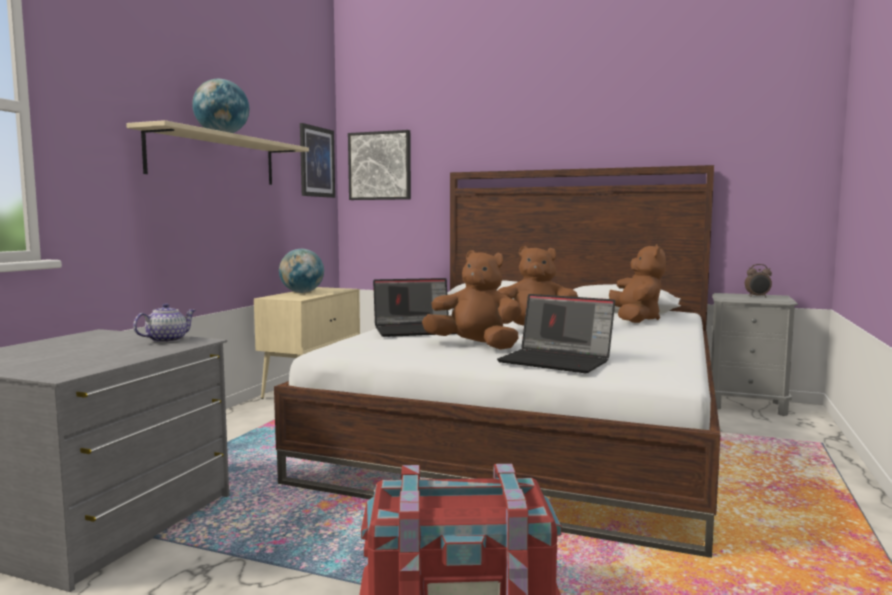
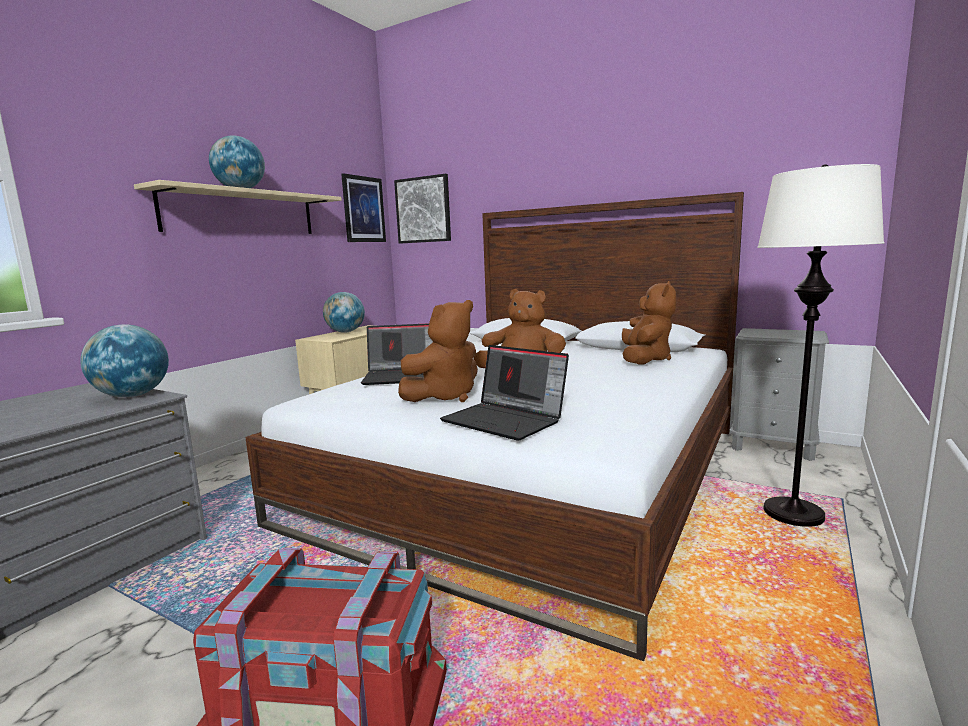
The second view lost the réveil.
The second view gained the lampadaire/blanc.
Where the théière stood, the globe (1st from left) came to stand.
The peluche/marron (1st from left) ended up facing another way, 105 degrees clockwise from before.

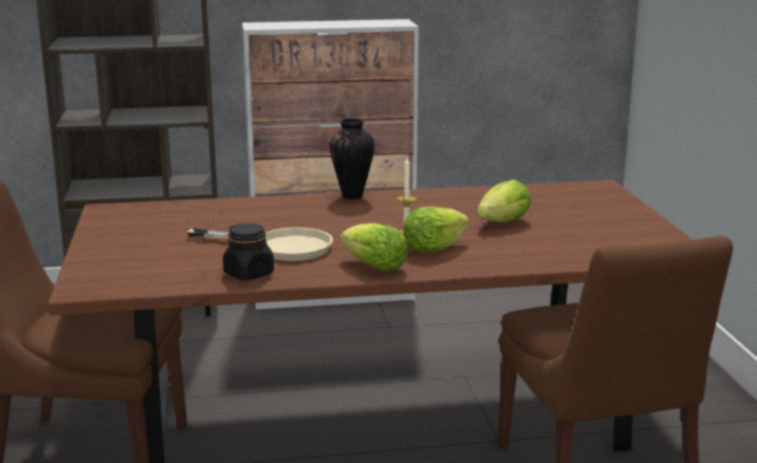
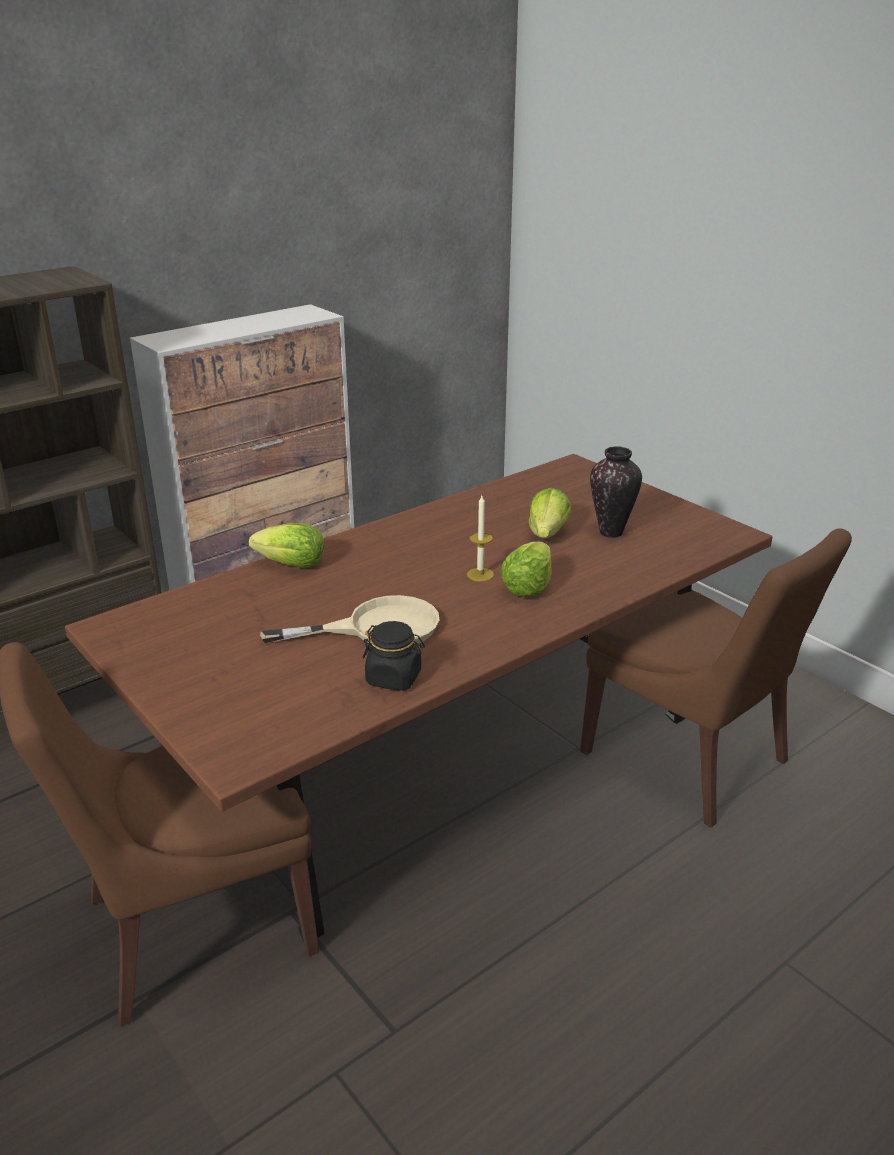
The vase ended up elsewhere.
The laitue (1st from left) ended up elsewhere.

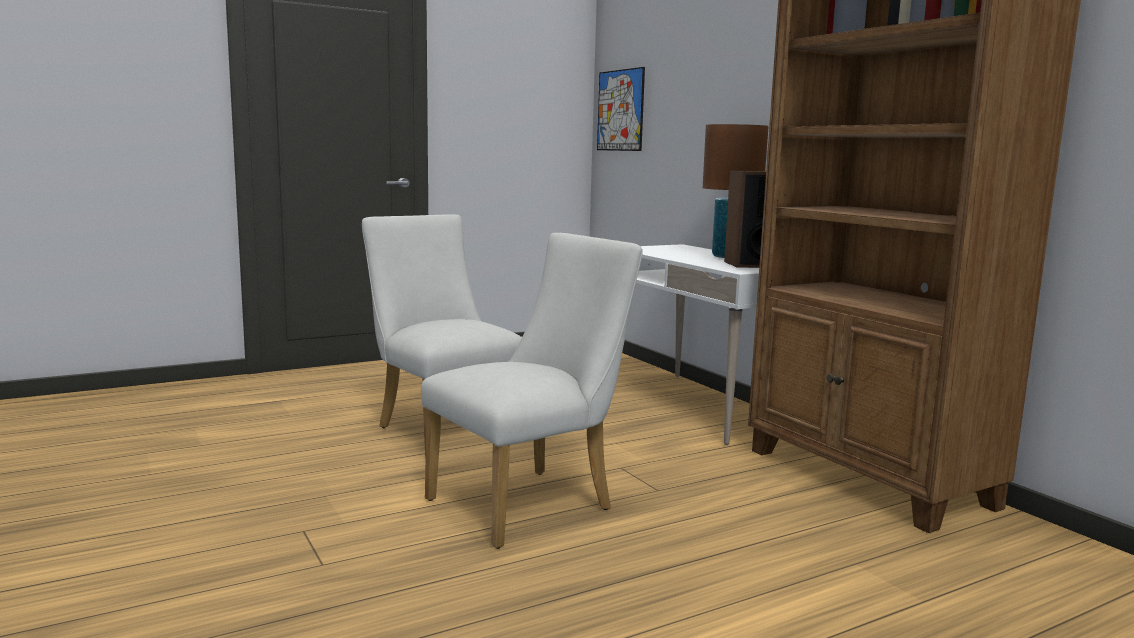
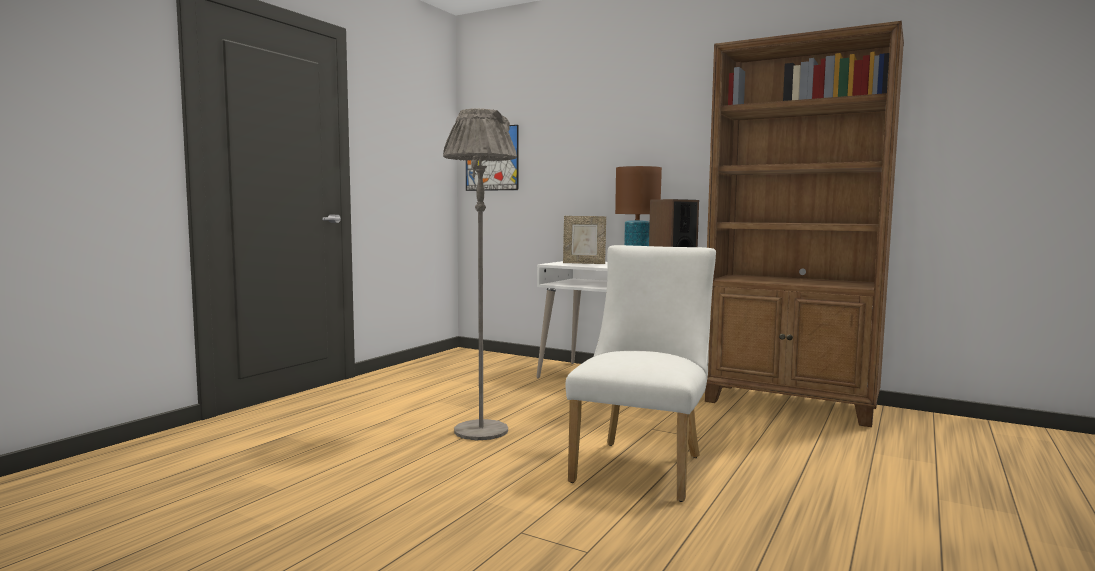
The second view gained the cadre photo.
Where the chaise/blanc (1st from left) stood, the lampadaire/gris came to stand.

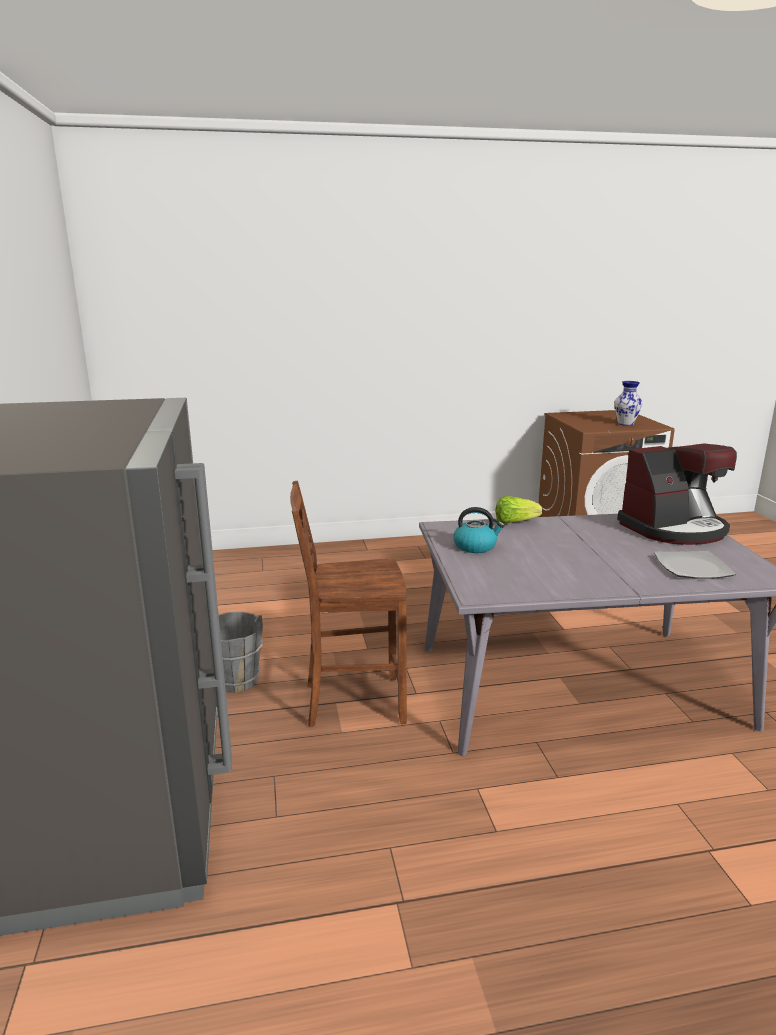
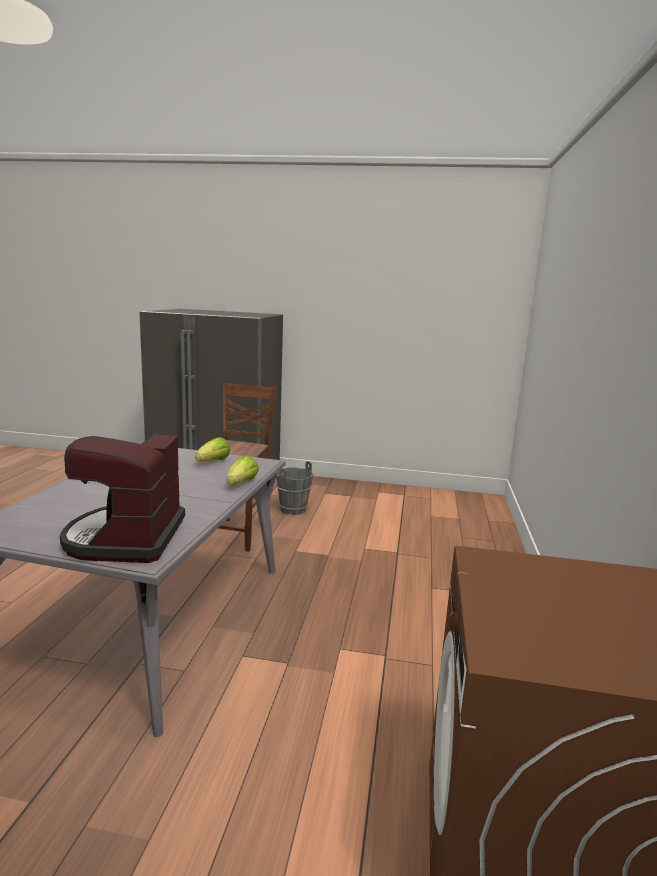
The second view lost the vase.
The second view lost the assiette.
Where the bouilloire stood, the laitue (1st from left) came to stand.

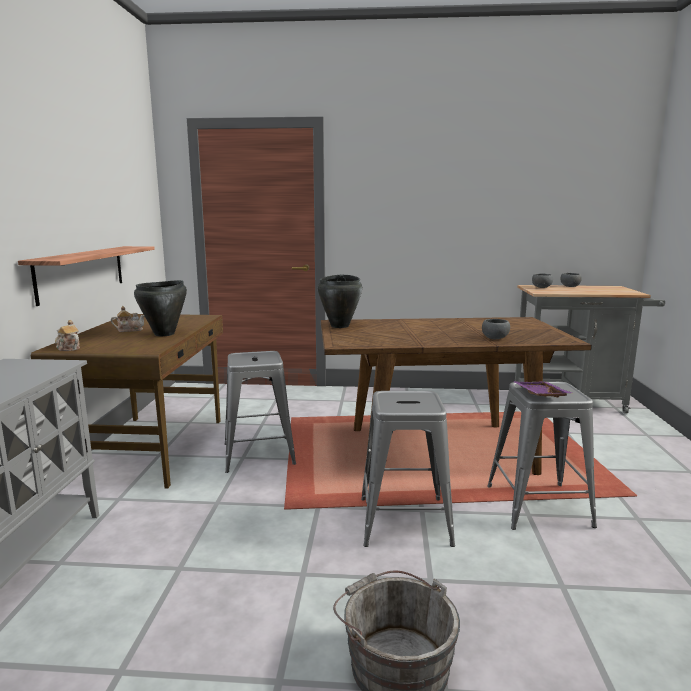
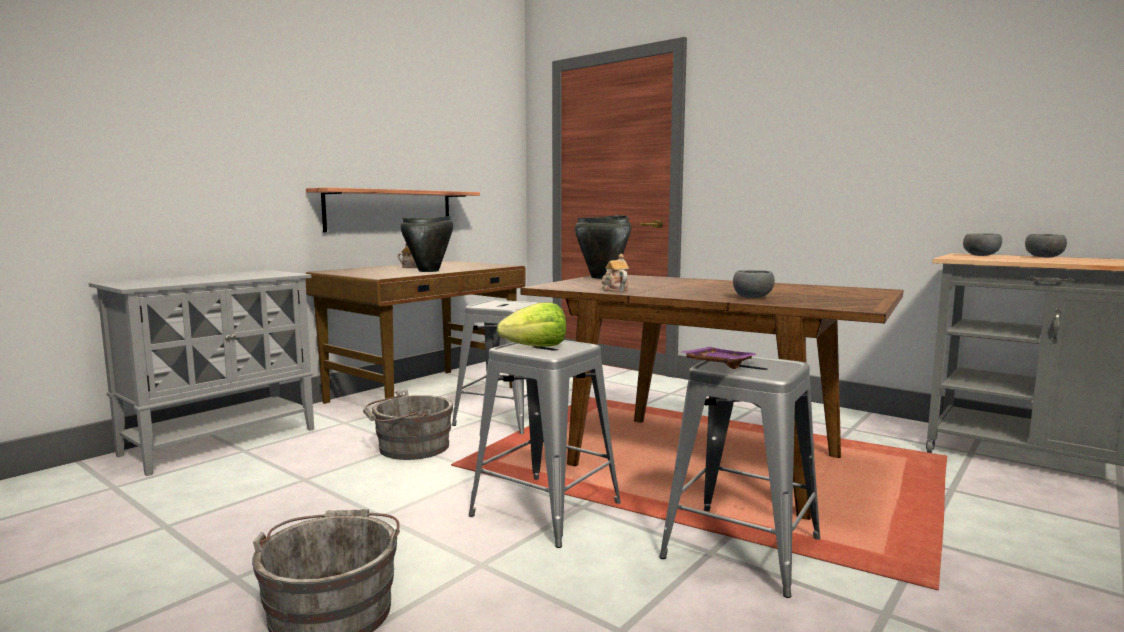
The second view gained the seau/gris (2nd from left).
The second view gained the laitue.
The théière (1st from left in the first image) ended up elsewhere.

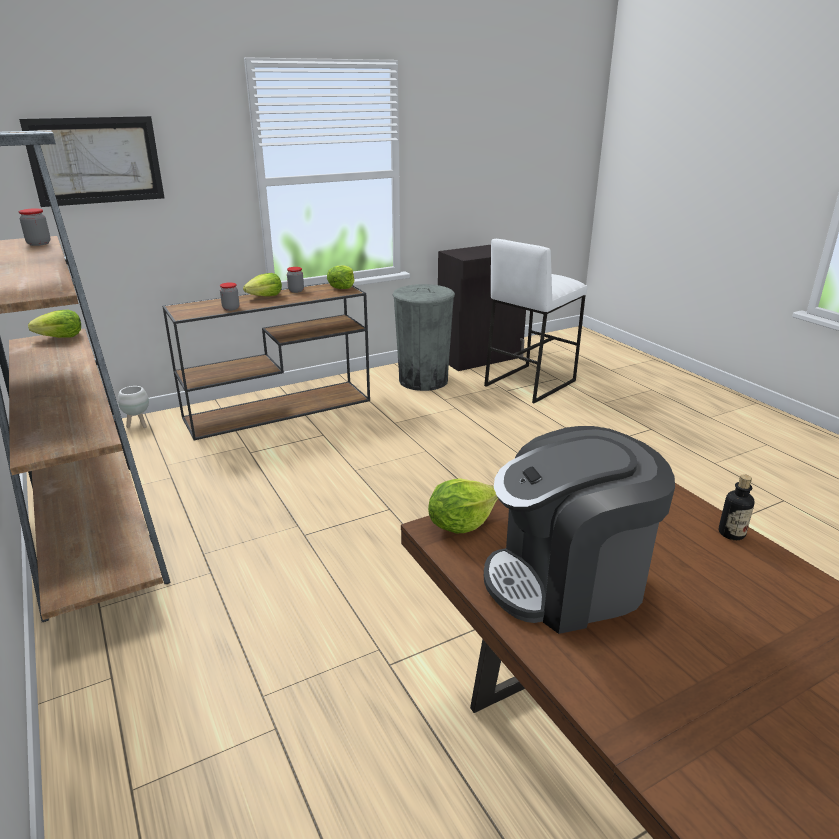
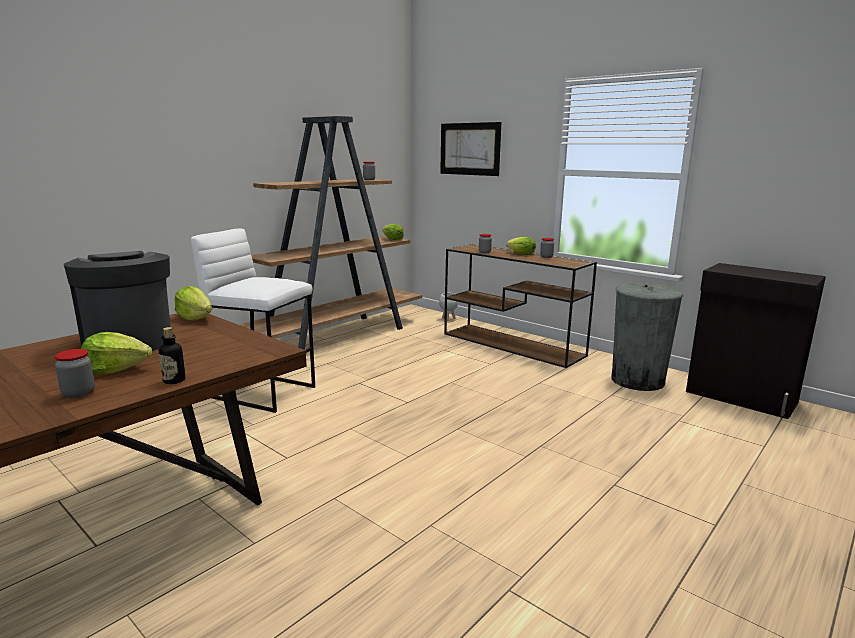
The second view gained the bocal (1st from left).
The laitue (3rd from left in the first image) ended up elsewhere.
The tabouret/blanc ended up elsewhere.

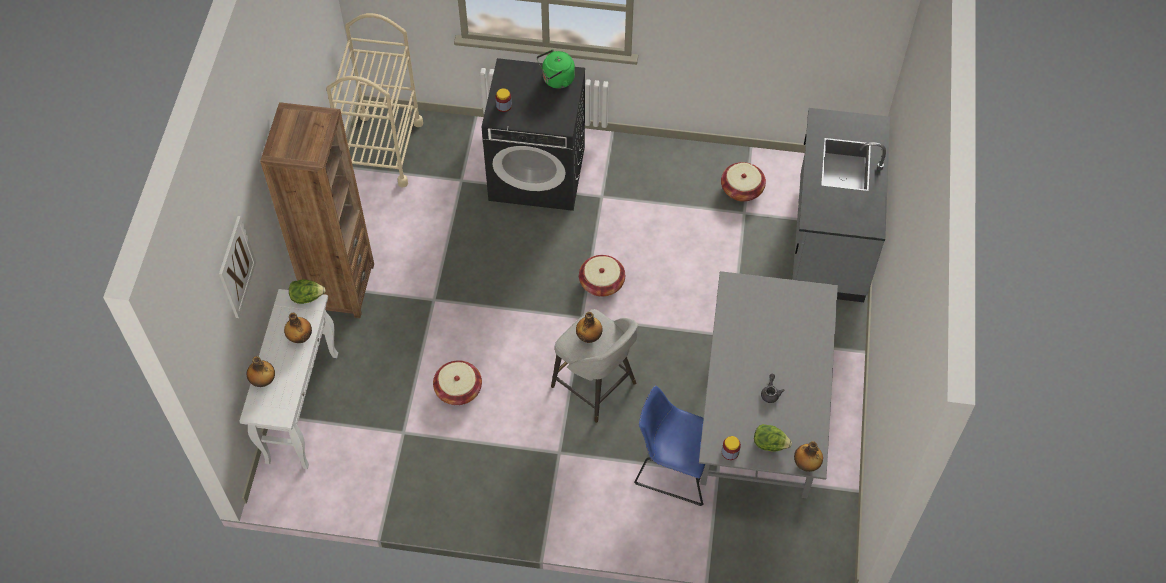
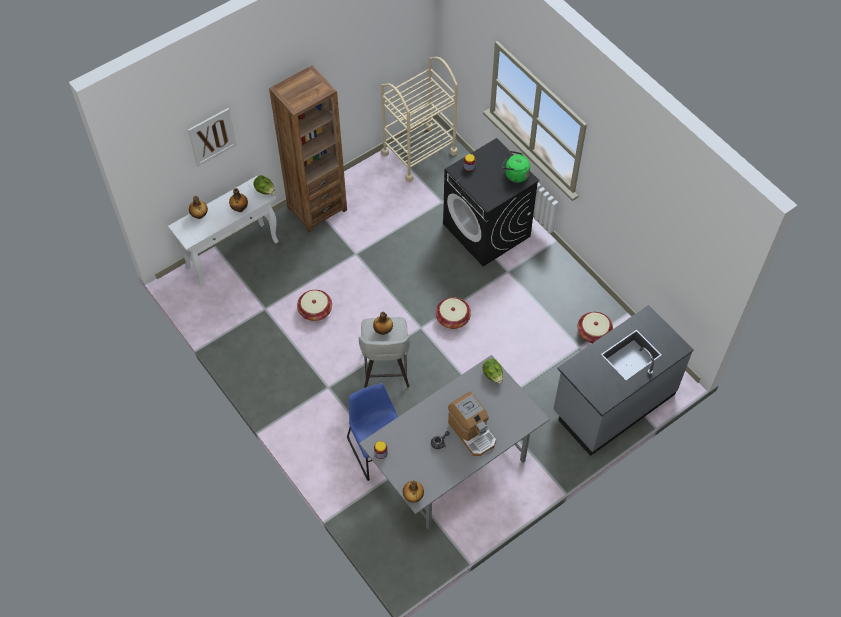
The second view gained the machine à café.
The laitue (2nd from left) ended up elsewhere.

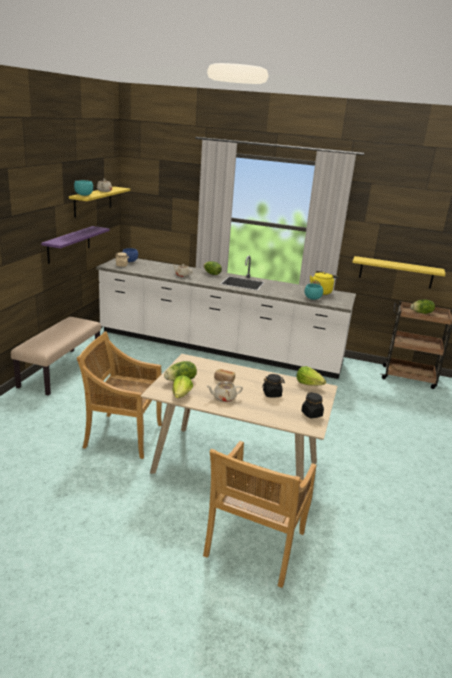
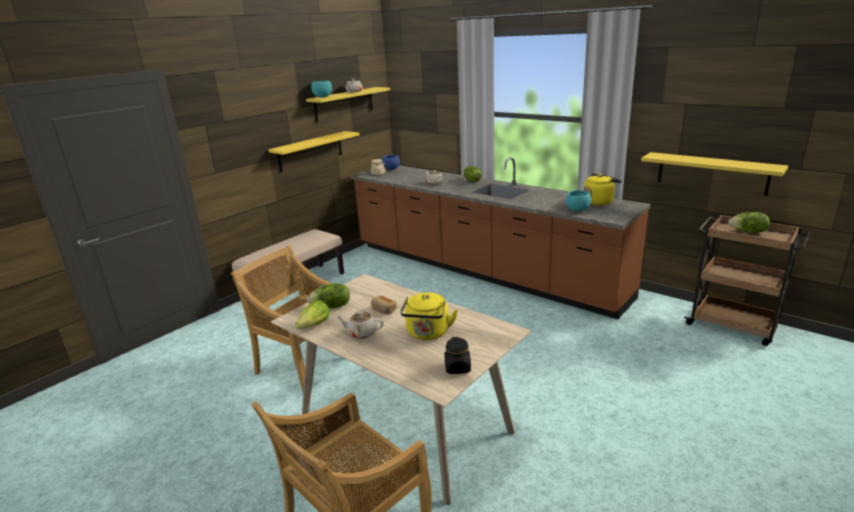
The second view lost the laitue (4th from left).
Where the bocal/noir (1st from left) stood, the bouilloire/jaune (1st from left) came to stand.
What was the étagère/violet turned into the étagère/jaune (1st from left).
What was the comptoir de cuisine/blanc turned into the comptoir de cuisine/marron.

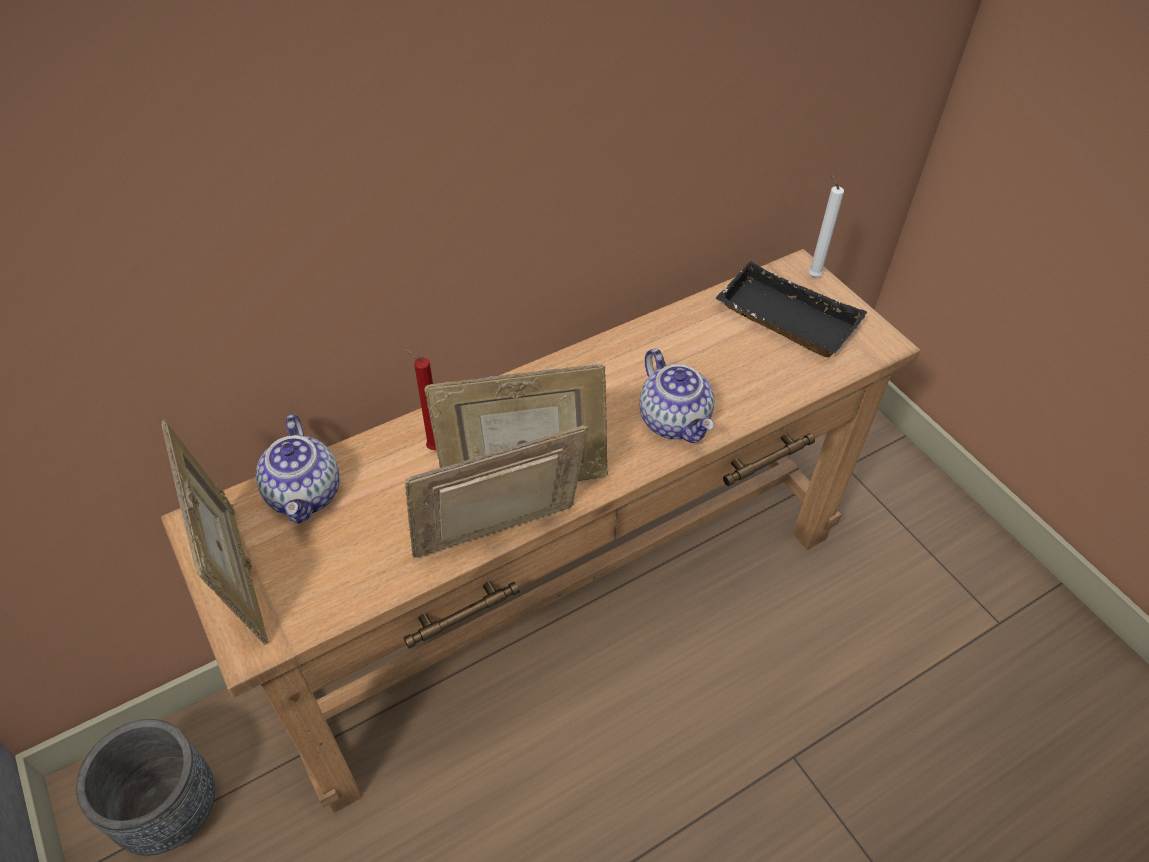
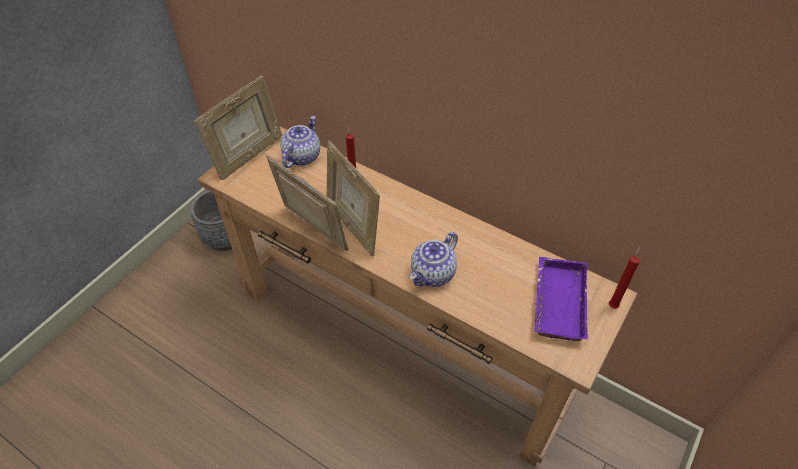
What was the plateau/noir turned into the plateau/violet.
What was the bougie/blanc turned into the bougie/rouge (2nd from left).
The théière (1st from left) ended up facing another way, 150 degrees clockwise from before.

